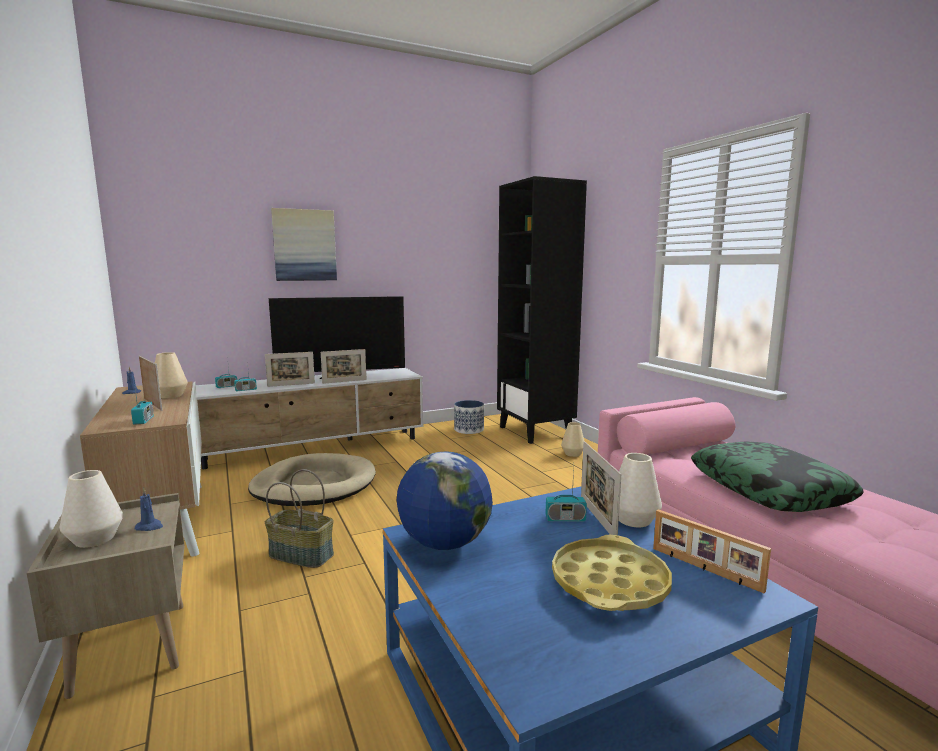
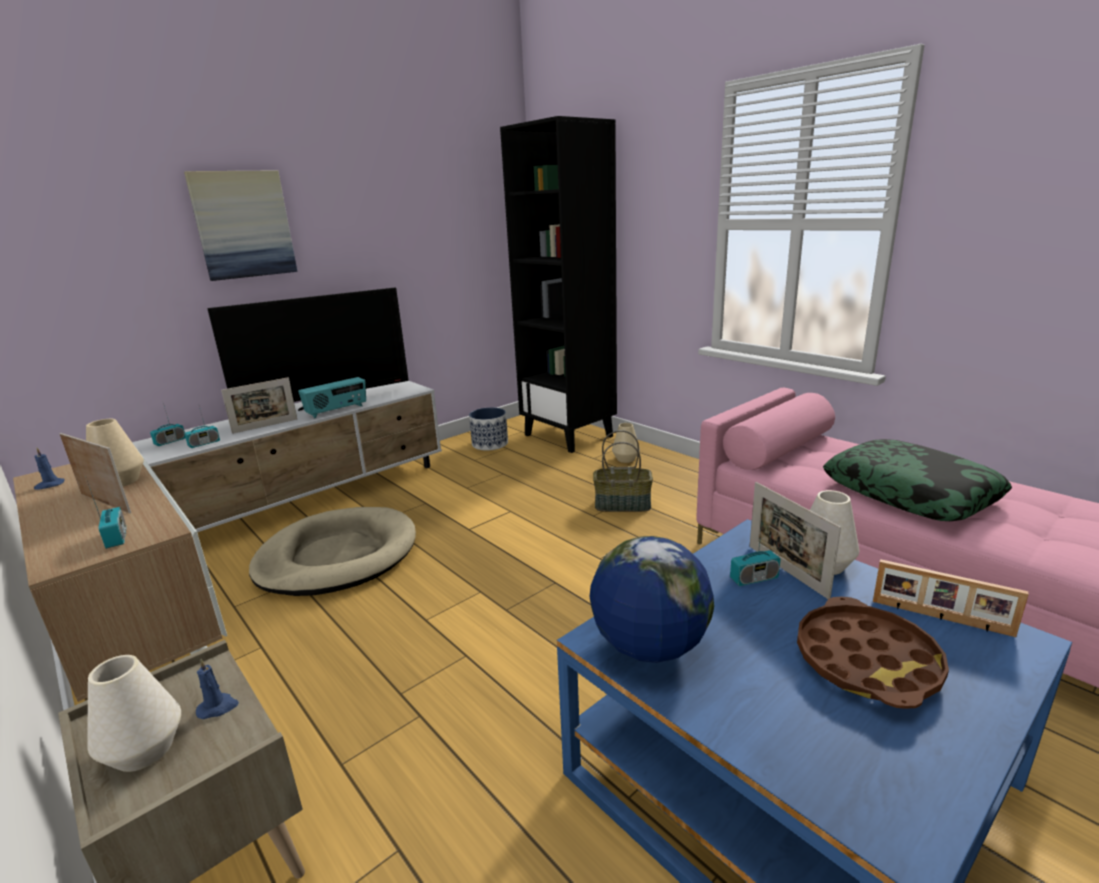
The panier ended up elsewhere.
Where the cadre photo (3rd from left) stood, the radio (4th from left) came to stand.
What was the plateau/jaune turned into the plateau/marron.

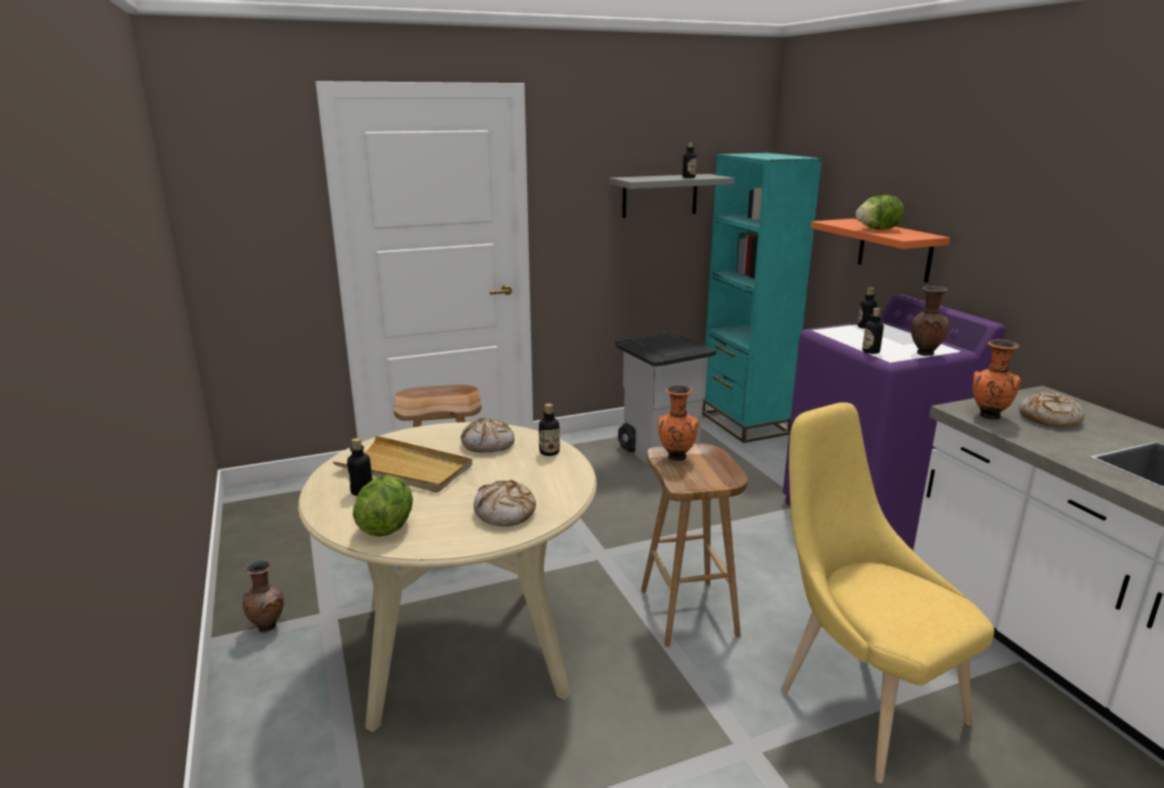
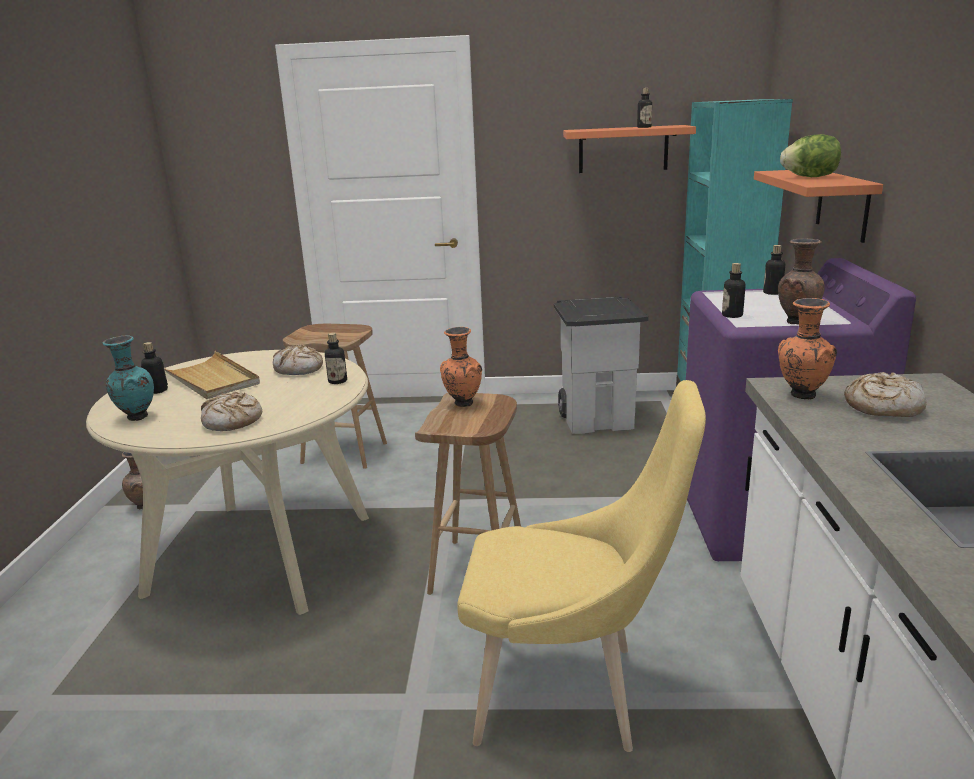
Where the laitue (1st from left) stood, the vase/turquoise came to stand.
What was the étagère/gris turned into the étagère/orange (1st from left).
The chaise/jaune ended up facing another way, 105 degrees clockwise from before.

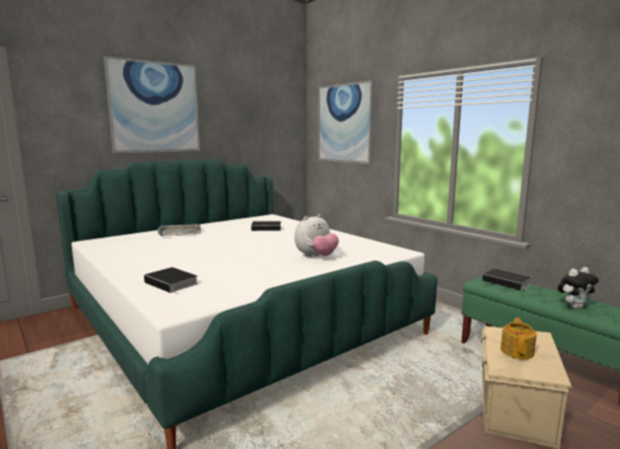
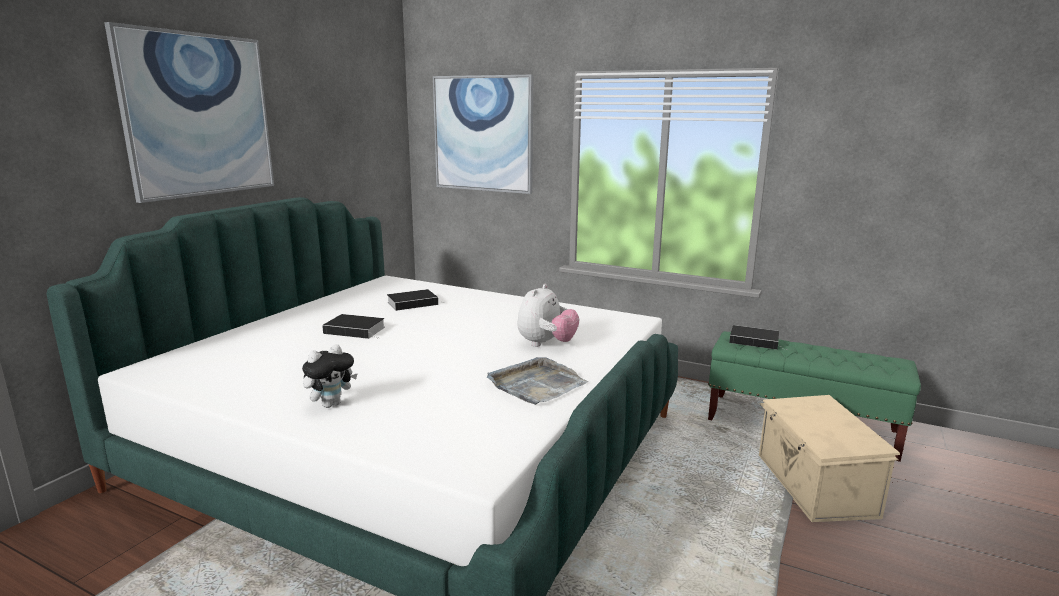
The second view lost the théière.
The livre (1st from left) ended up elsewhere.
The plateau/gris ended up elsewhere.
The peluche (2nd from left in the first image) ended up elsewhere.

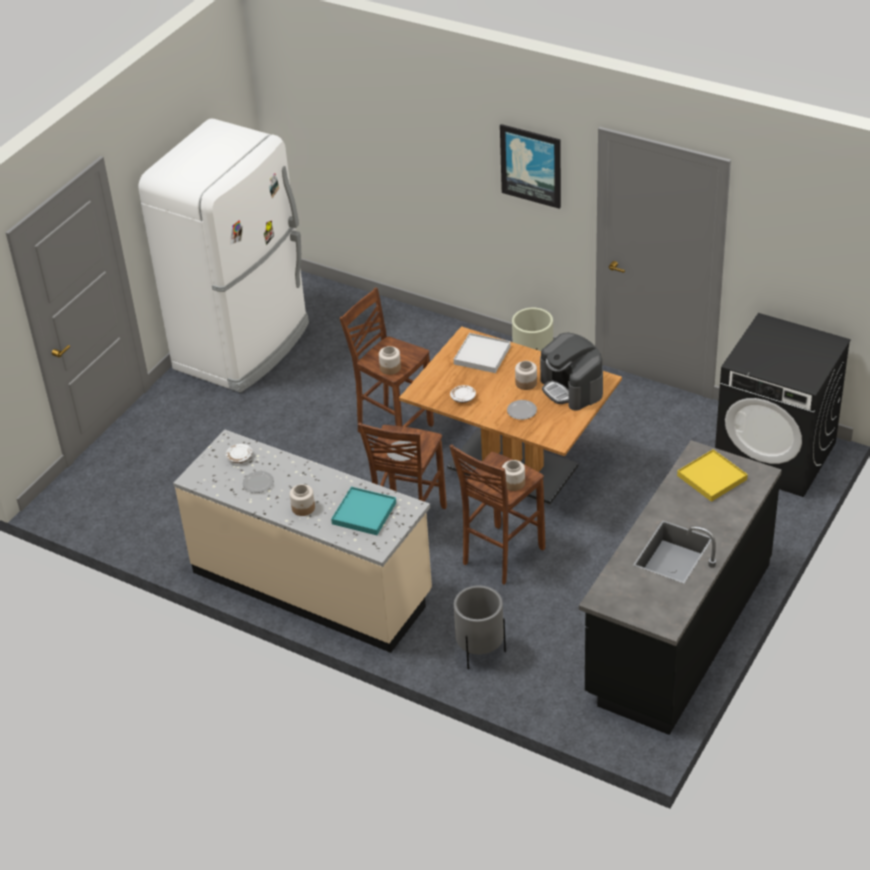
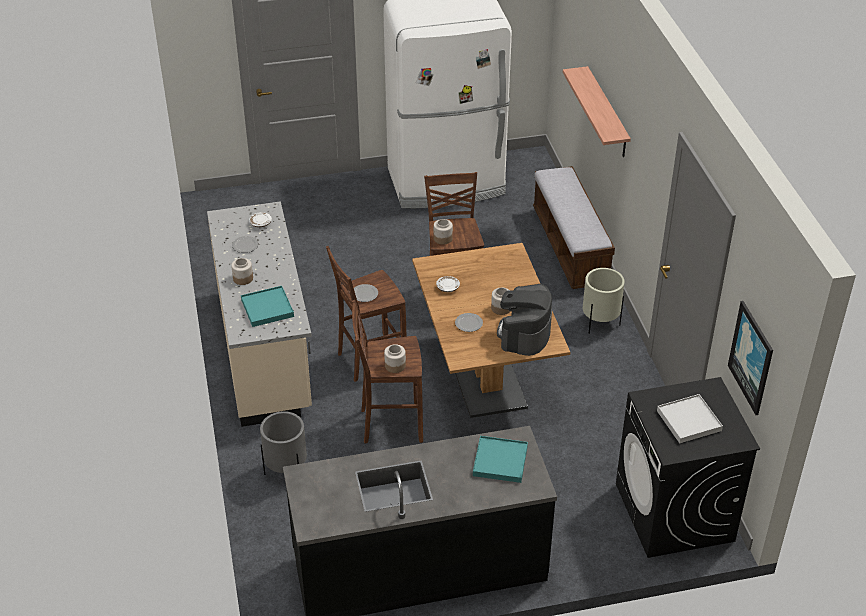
The second view gained the banc.
The second view gained the étagère.
The plateau/blanc ended up elsewhere.
The tableau ended up elsewhere.
What was the plateau/jaune turned into the plateau/turquoise (2nd from left).

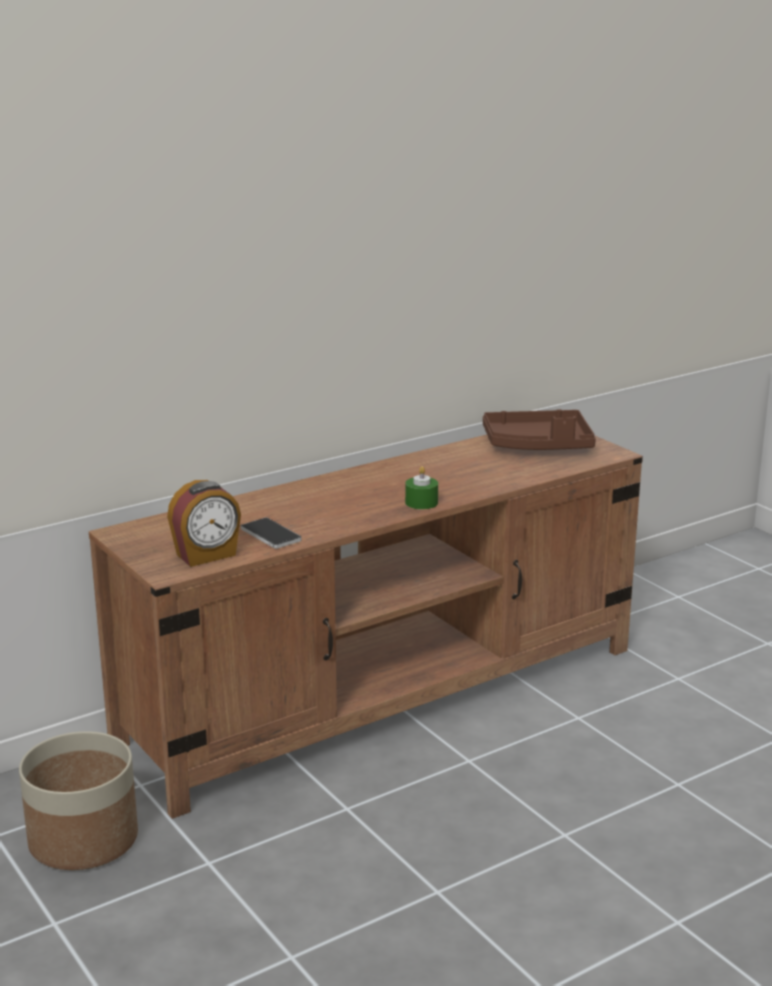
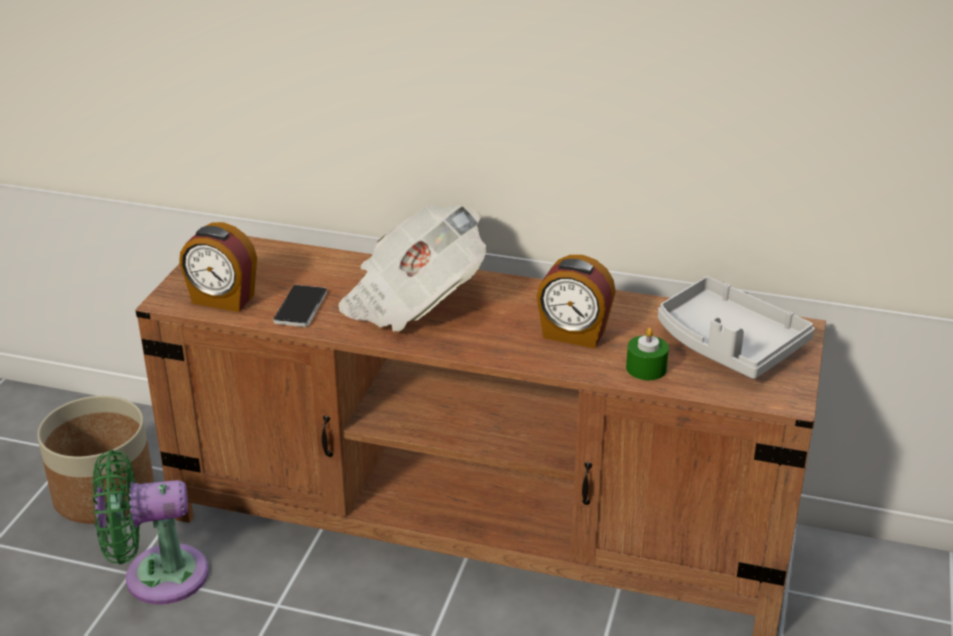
The second view gained the ventilateur/vert.
The second view gained the journal.
The second view gained the réveil (2nd from left).
The bougie/vert ended up elsewhere.
What was the plateau/marron turned into the plateau/gris.

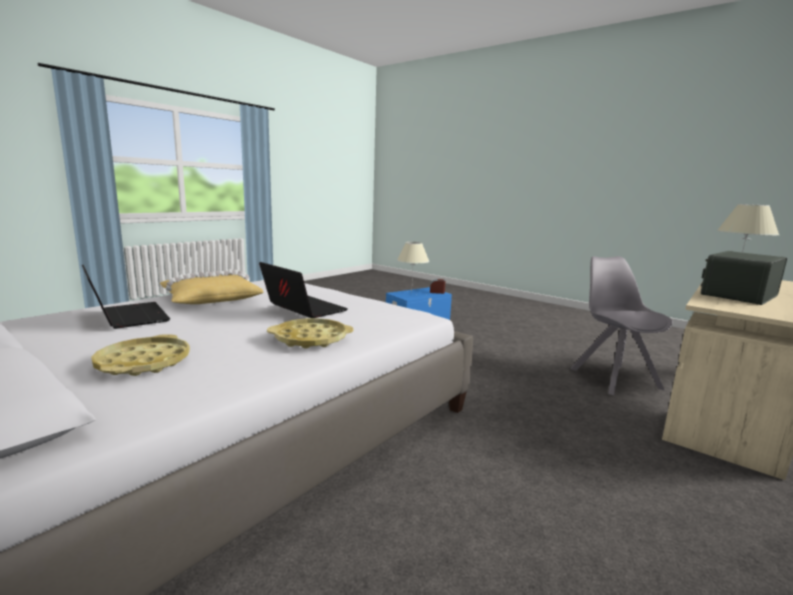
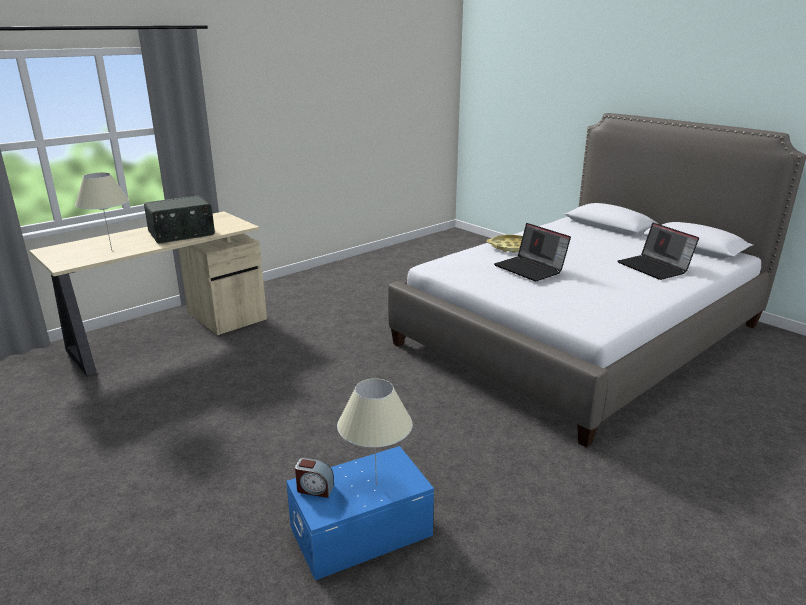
The second view lost the plateau/jaune (1st from left).
The second view lost the coussin/jaune.
The second view lost the chaise/gris.

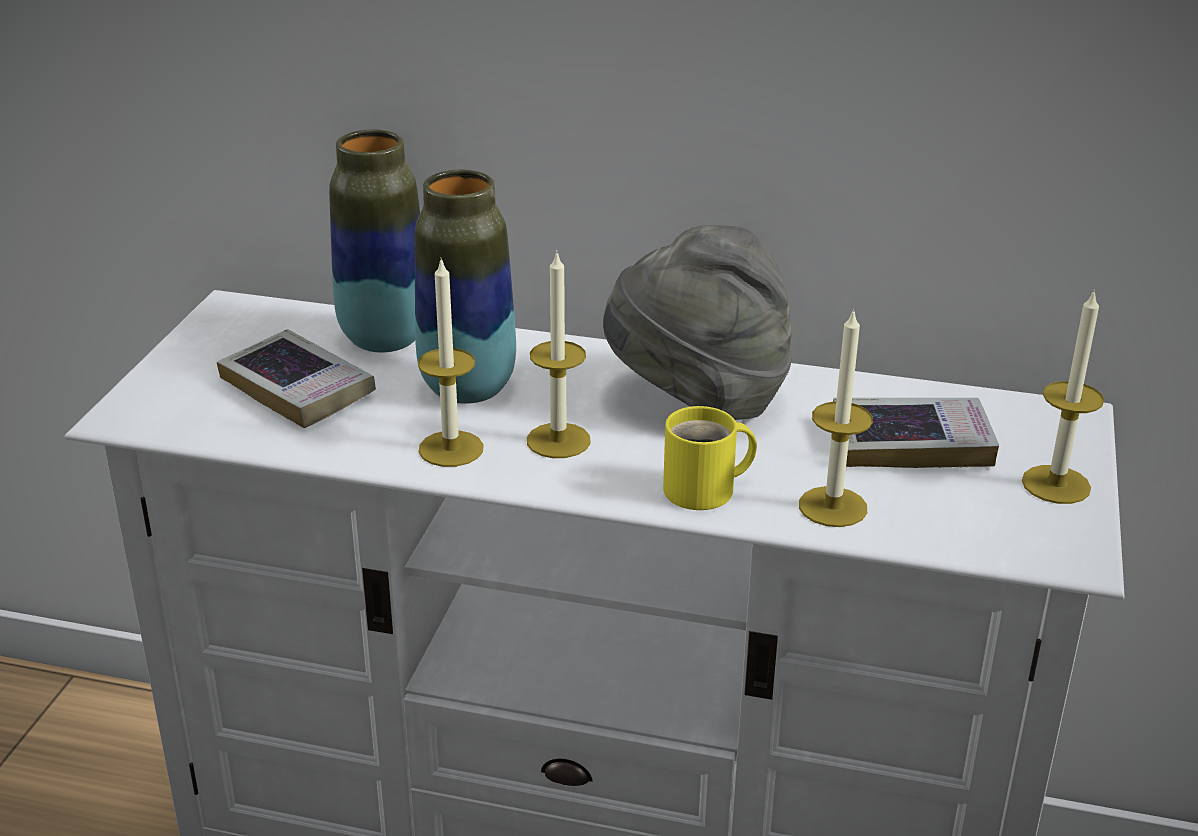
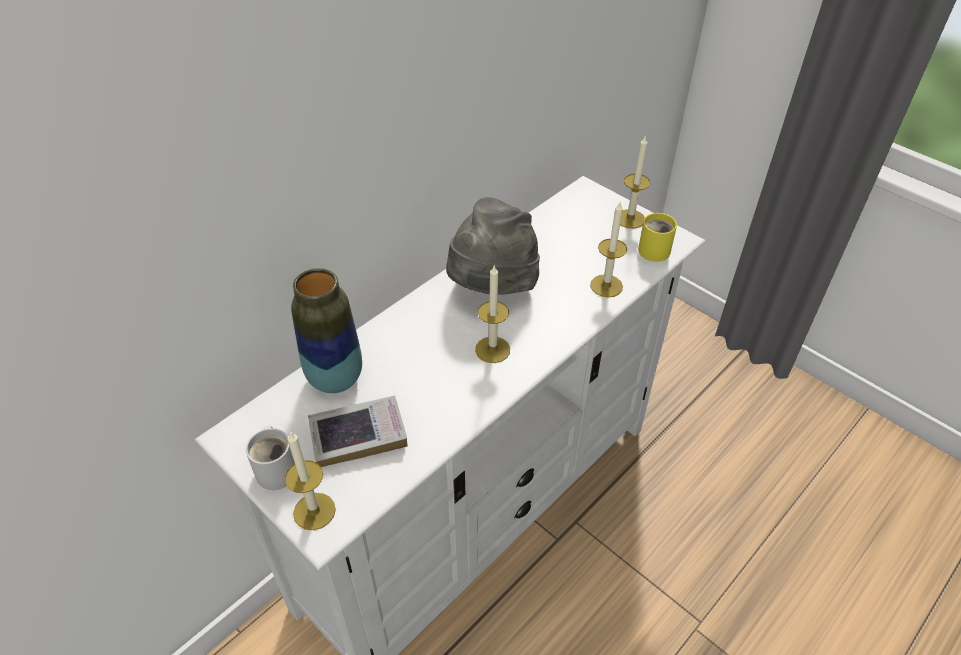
The second view lost the vase (2nd from left).
The second view lost the livre (2nd from left).
The second view gained the mug/blanc.
The bougie (1st from left) ended up elsewhere.
The mug/jaune ended up elsewhere.

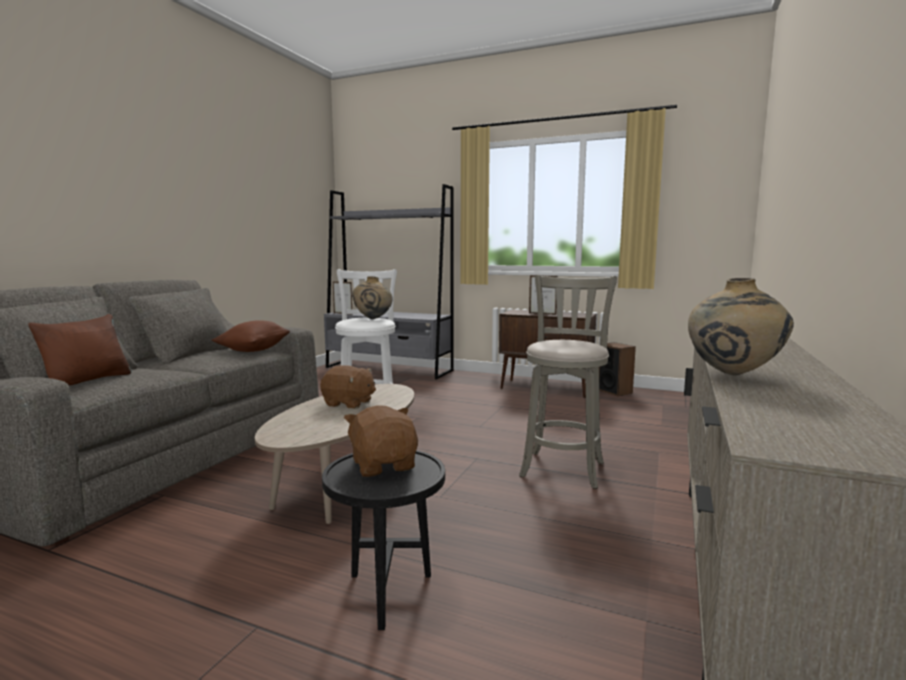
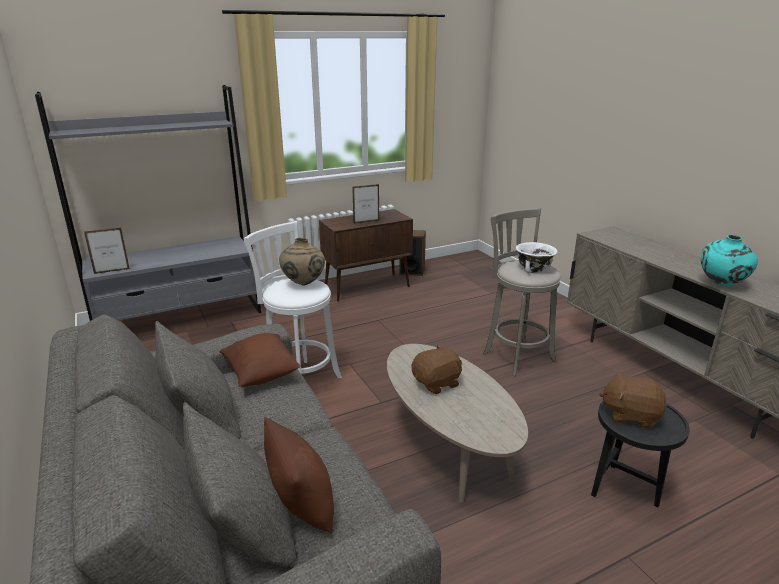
The second view gained the bol/blanc.
What was the vase/beige (2nd from left) turned into the vase/turquoise.

